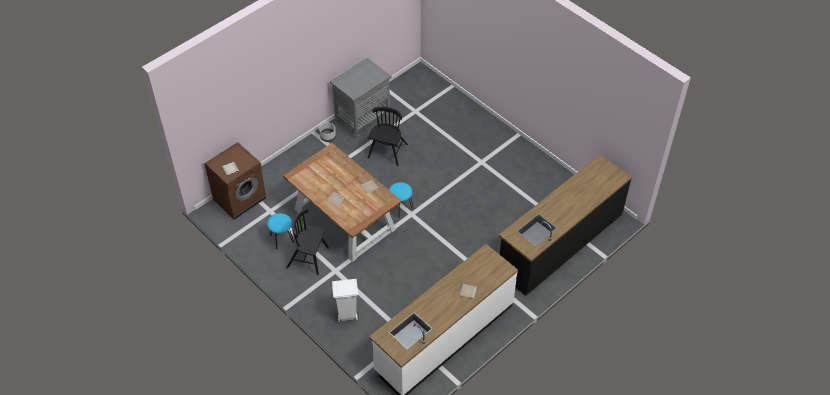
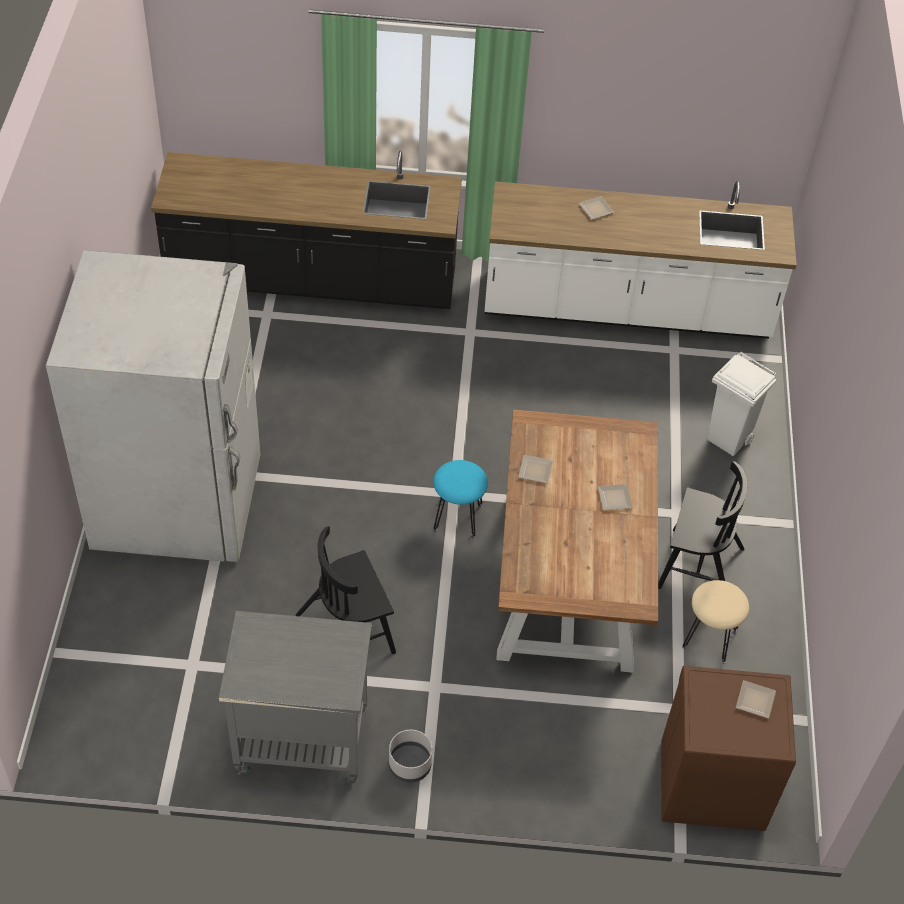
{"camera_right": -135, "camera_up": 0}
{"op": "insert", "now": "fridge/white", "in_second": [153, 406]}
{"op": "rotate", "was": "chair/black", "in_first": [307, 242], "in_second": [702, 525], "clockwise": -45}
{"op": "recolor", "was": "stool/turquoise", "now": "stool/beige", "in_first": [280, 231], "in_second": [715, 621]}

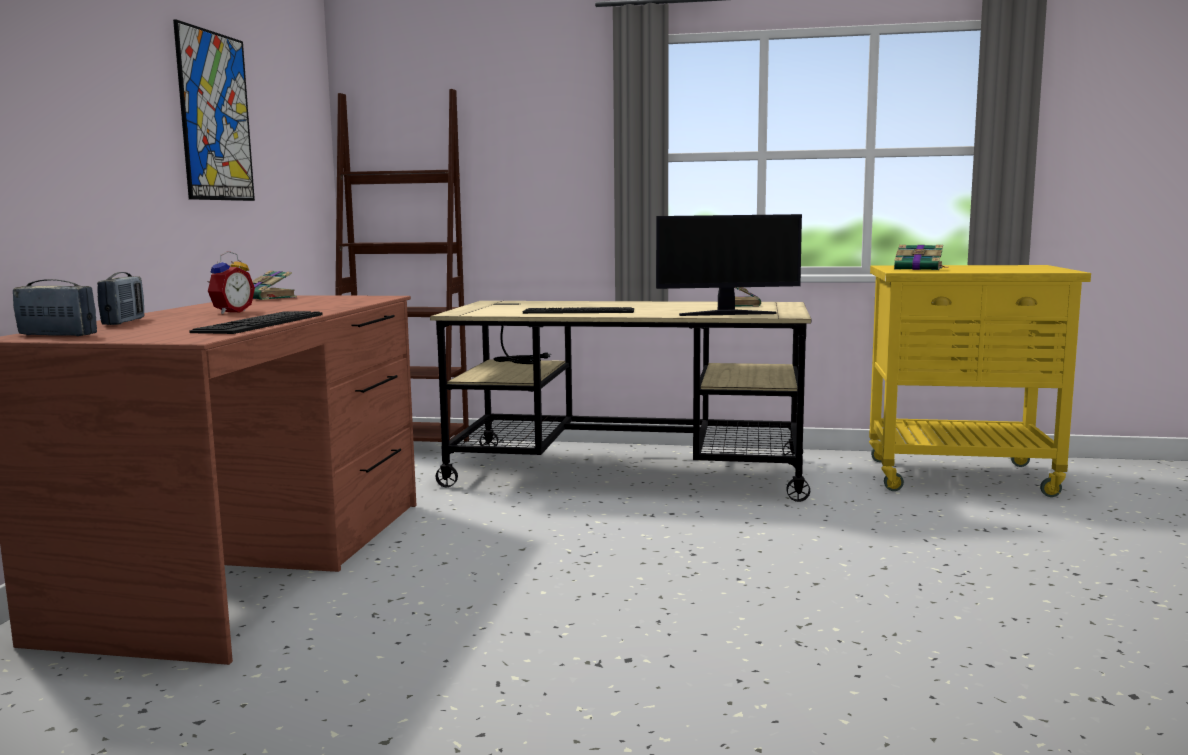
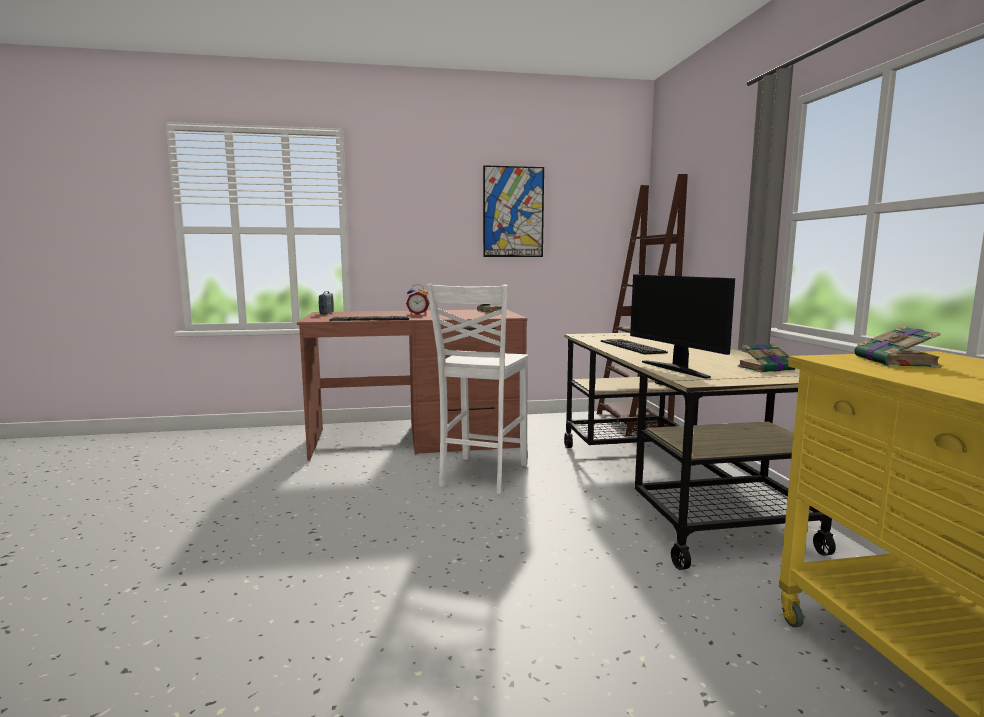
{"camera_right": 70, "camera_up": 0}
{"op": "insert", "now": "chair/white", "in_second": [478, 389]}
{"op": "delete", "was": "radio", "in_first": [120, 298]}

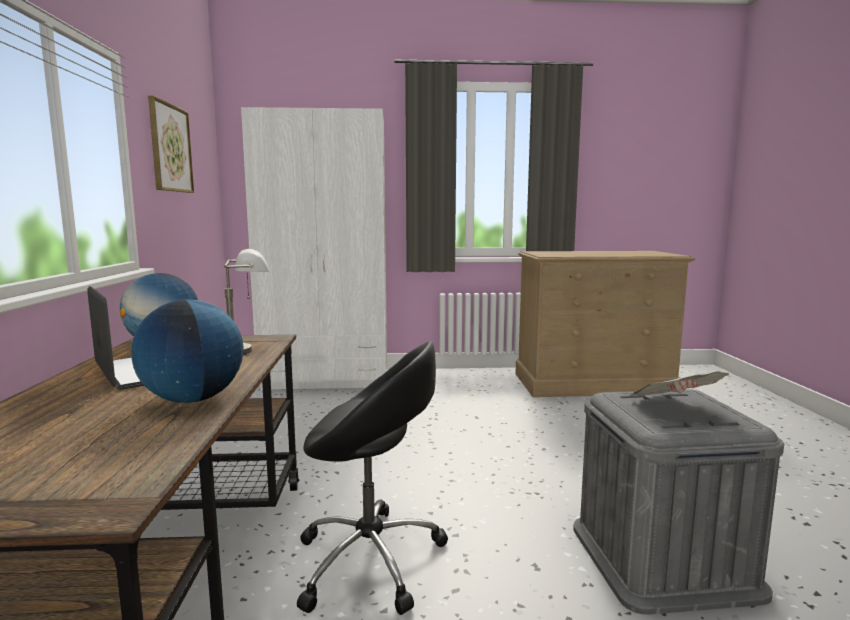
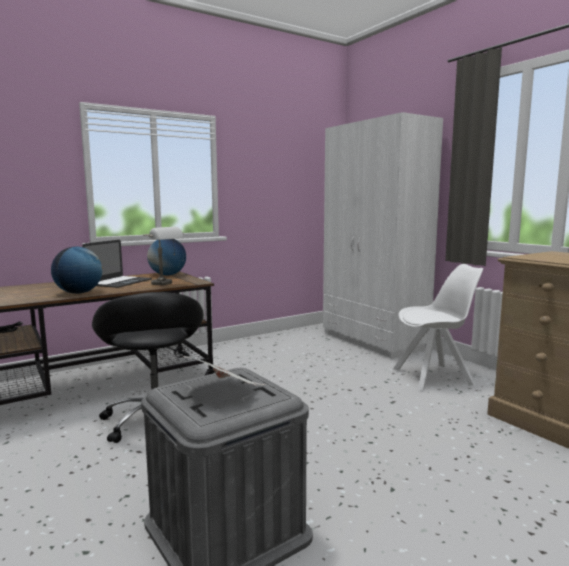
{"camera_right": 60, "camera_up": 0}
{"op": "insert", "now": "chair/white", "in_second": [438, 327]}
{"op": "delete", "was": "picture", "in_first": [171, 144]}

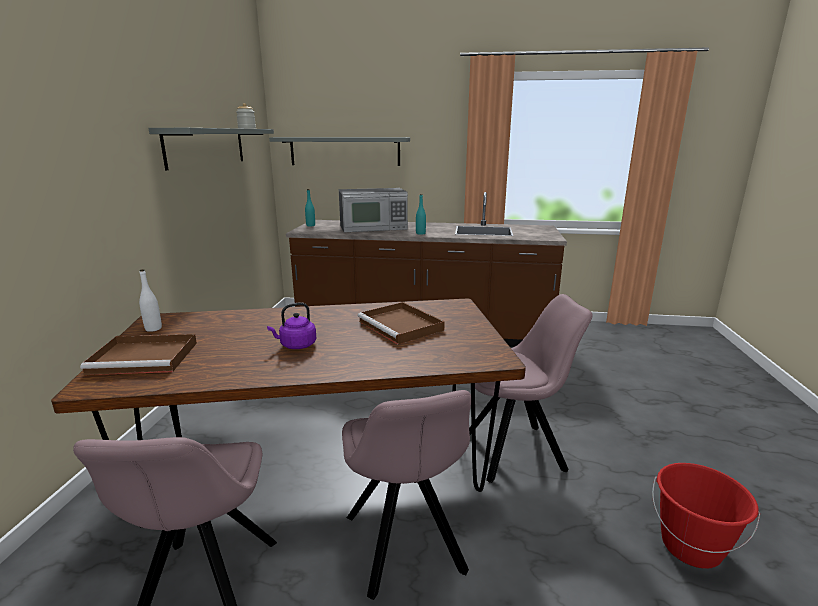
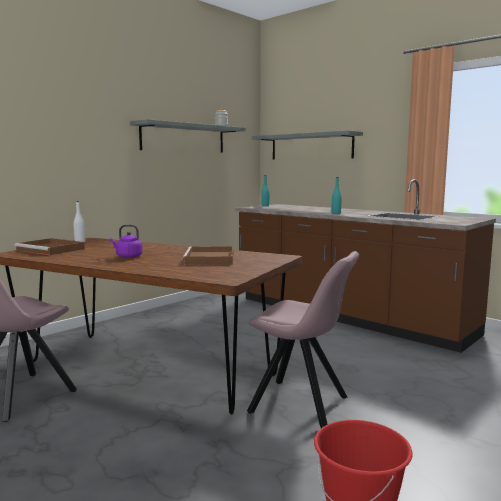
{"camera_right": 35, "camera_up": -10}
{"op": "delete", "was": "microwave", "in_first": [373, 210]}
{"op": "delete", "was": "chair/pink", "in_first": [406, 495]}

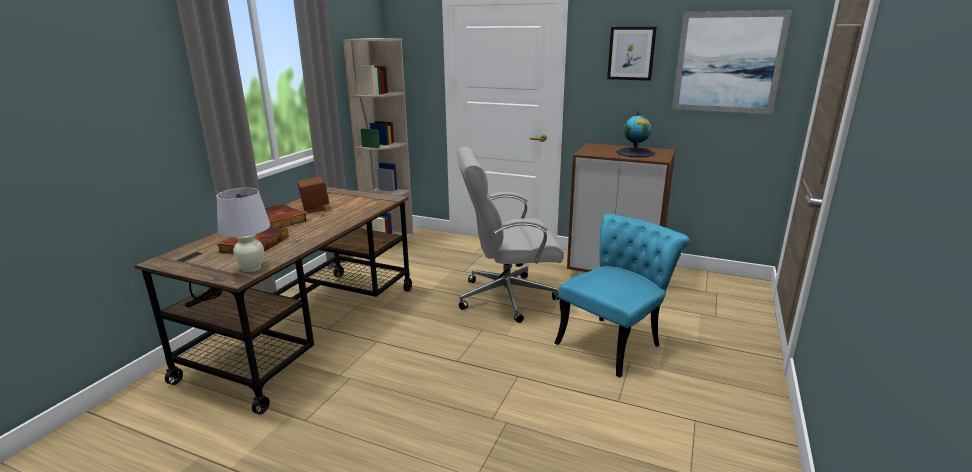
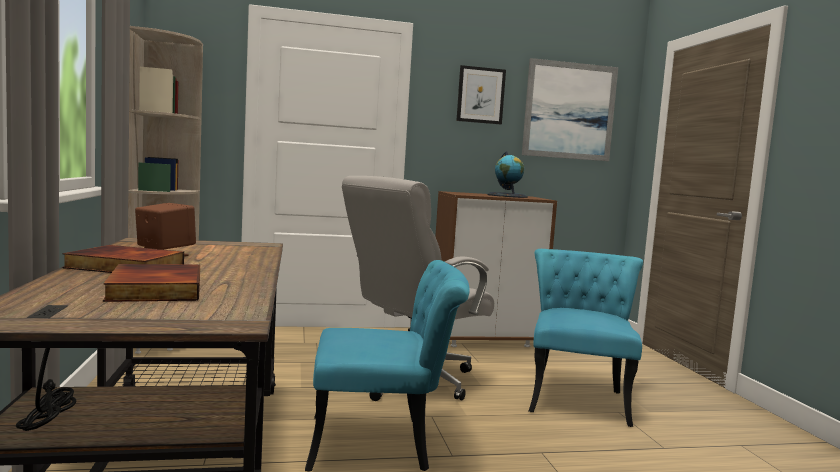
{"camera_right": -35, "camera_up": -15}
{"op": "insert", "now": "chair/turquoise", "in_second": [387, 365]}
{"op": "delete", "was": "table lamp/white", "in_first": [243, 230]}

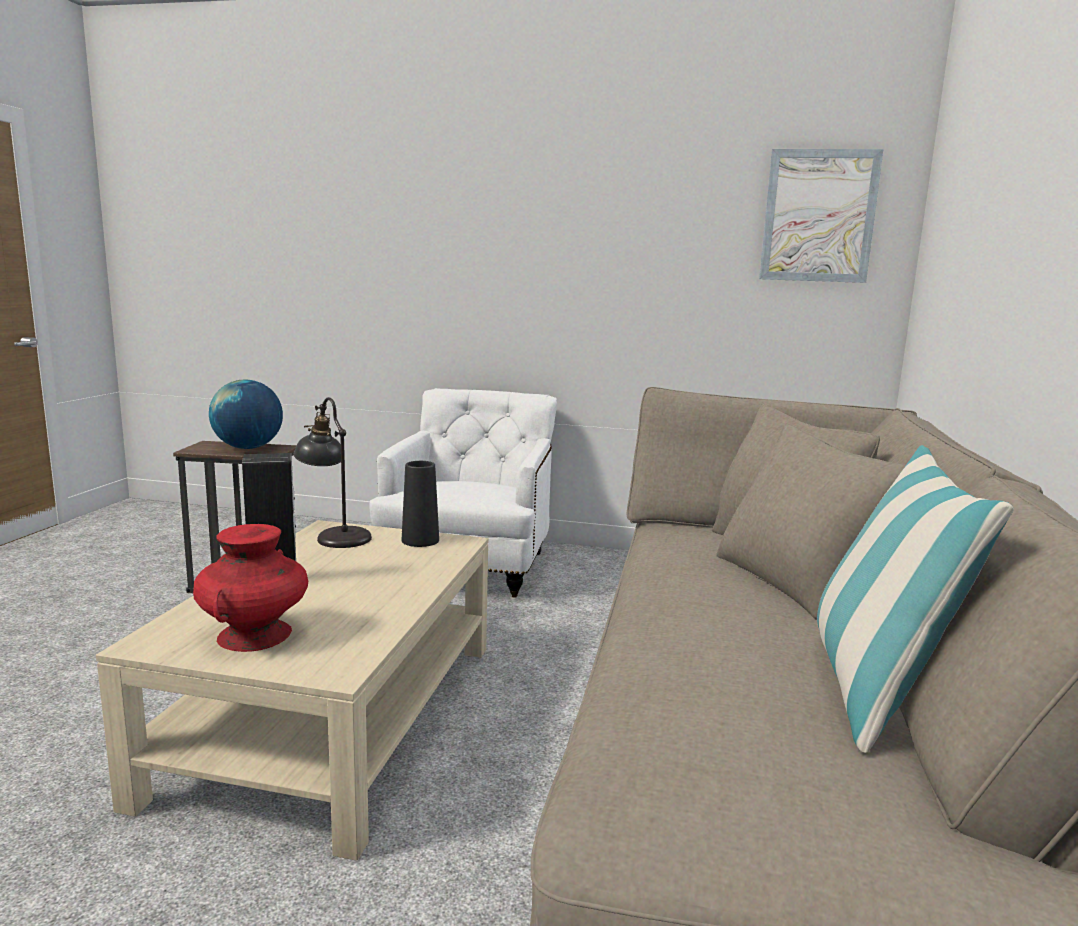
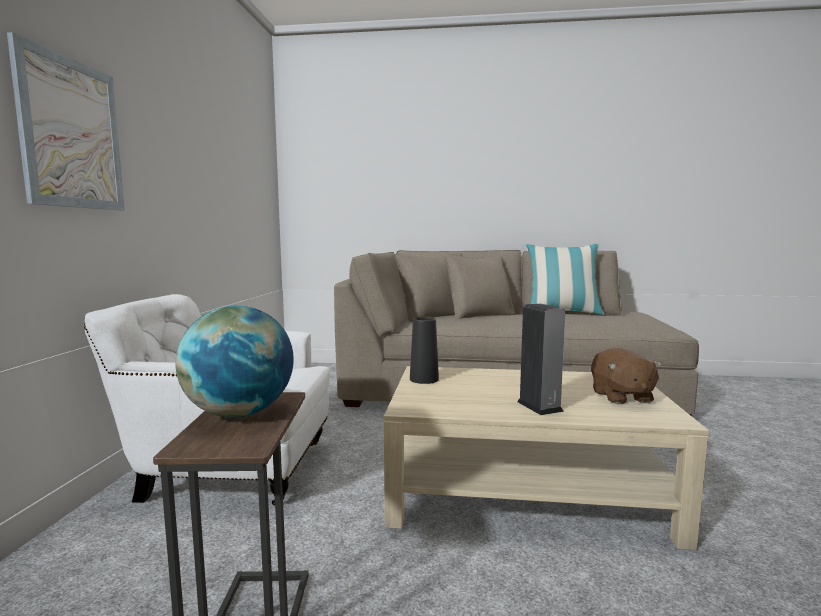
{"camera_right": -95, "camera_up": -5}
{"op": "move", "was": "picture", "in_first": [821, 216], "in_second": [66, 121]}
{"op": "replace", "was": "vase/red", "now": "plush toy/brown", "in_first": [250, 588], "in_second": [626, 376]}
{"op": "delete", "was": "table lamp/grey", "in_first": [333, 472]}

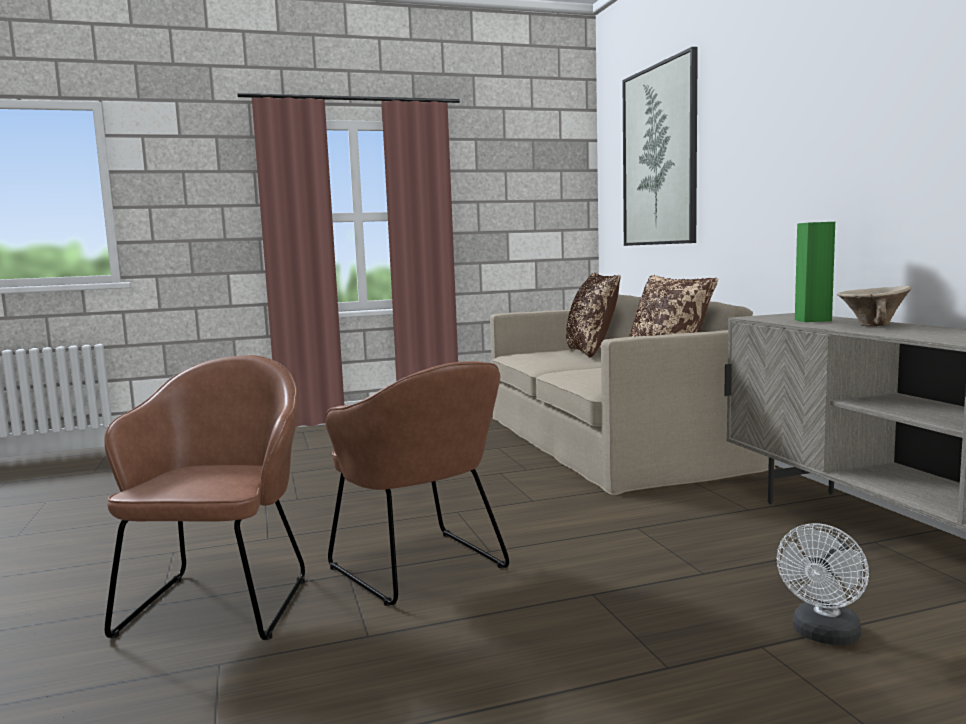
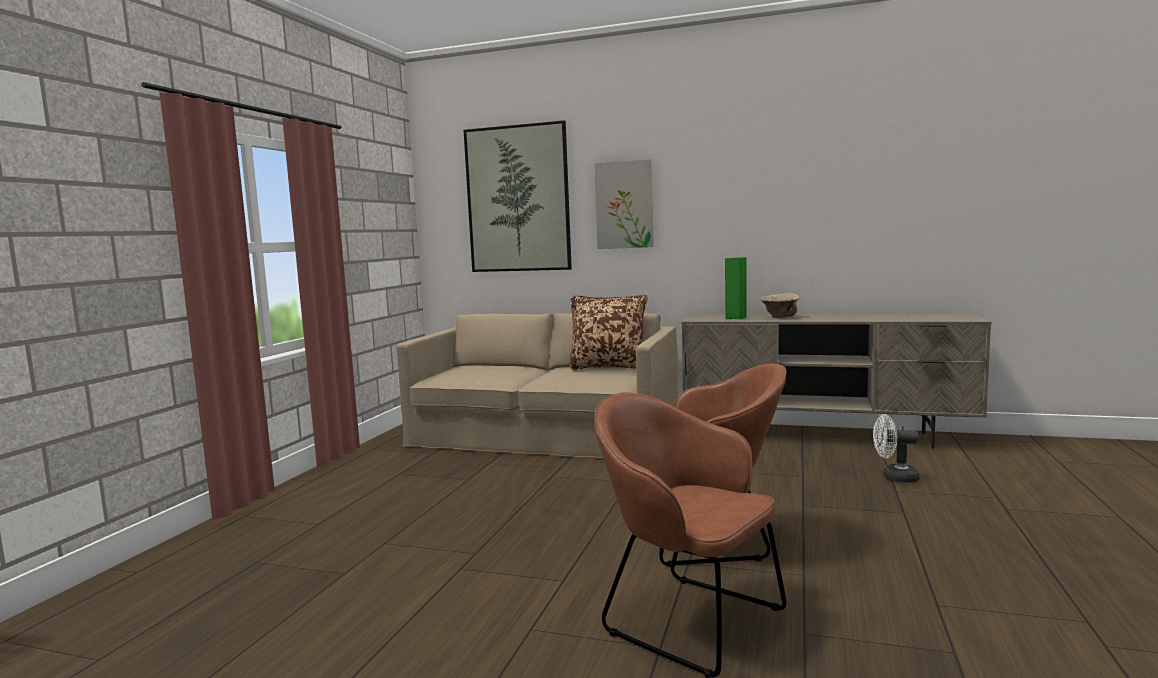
{"camera_right": -55, "camera_up": 0}
{"op": "insert", "now": "picture", "in_second": [624, 204]}
{"op": "rotate", "was": "fan/white", "in_first": [823, 584], "in_second": [896, 449], "clockwise": 120}
{"op": "delete", "was": "pillow/brown", "in_first": [593, 315]}

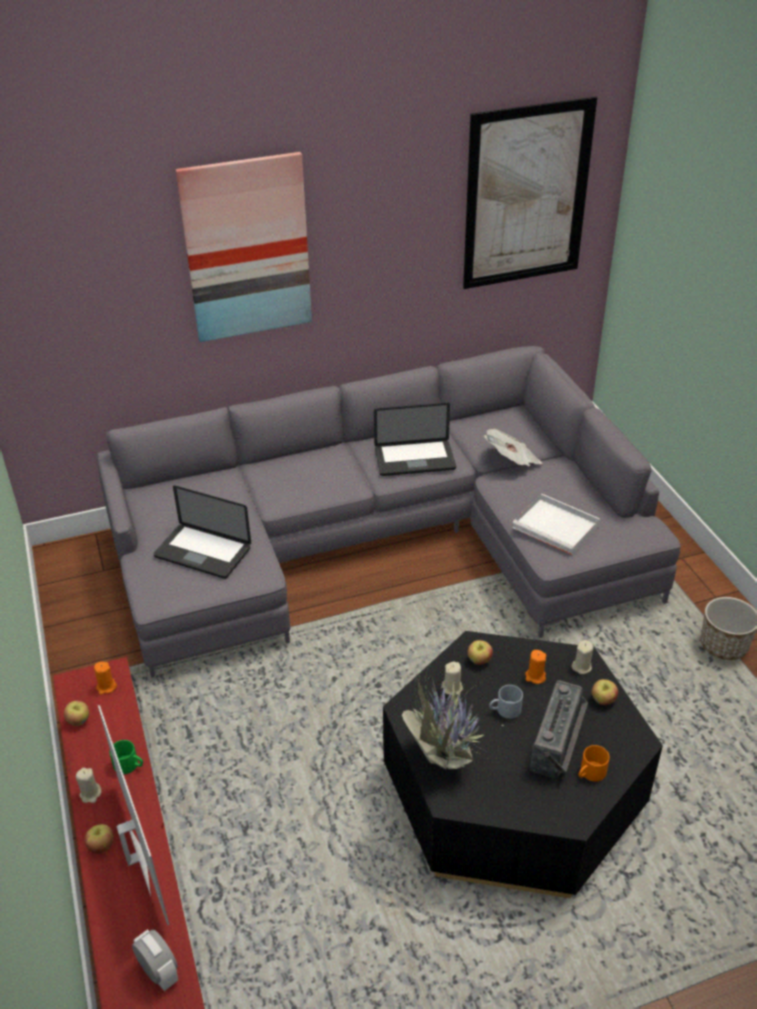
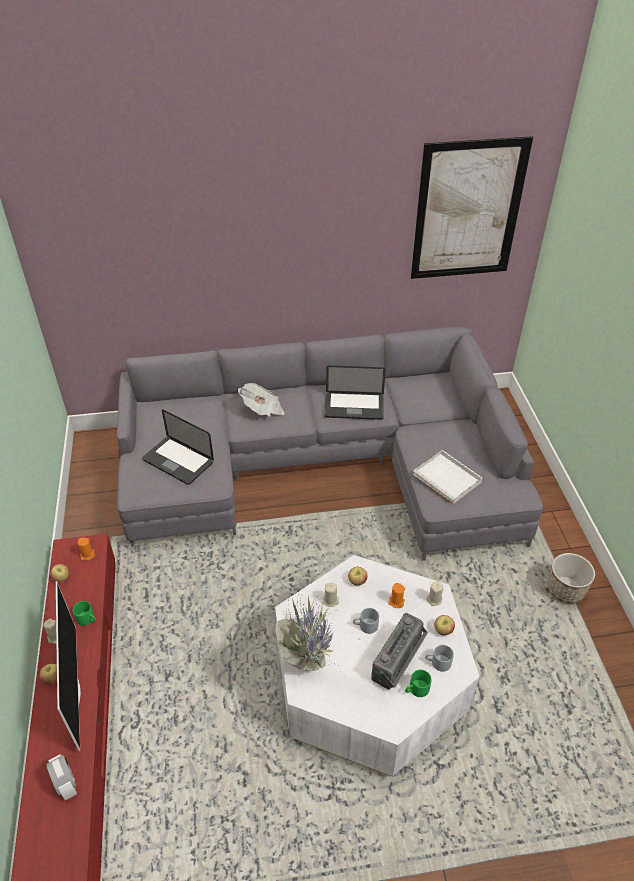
{"camera_right": 10, "camera_up": 5}
{"op": "move", "was": "newspaper", "in_first": [513, 447], "in_second": [261, 400]}
{"op": "recolor", "was": "coffee table/black", "now": "coffee table/white", "in_first": [523, 764], "in_second": [377, 665]}
{"op": "recolor", "was": "mug/orange", "now": "mug/green", "in_first": [594, 763], "in_second": [418, 683]}
{"op": "insert", "now": "mug/grey", "in_second": [439, 658]}
{"op": "delete", "was": "picture", "in_first": [244, 247]}

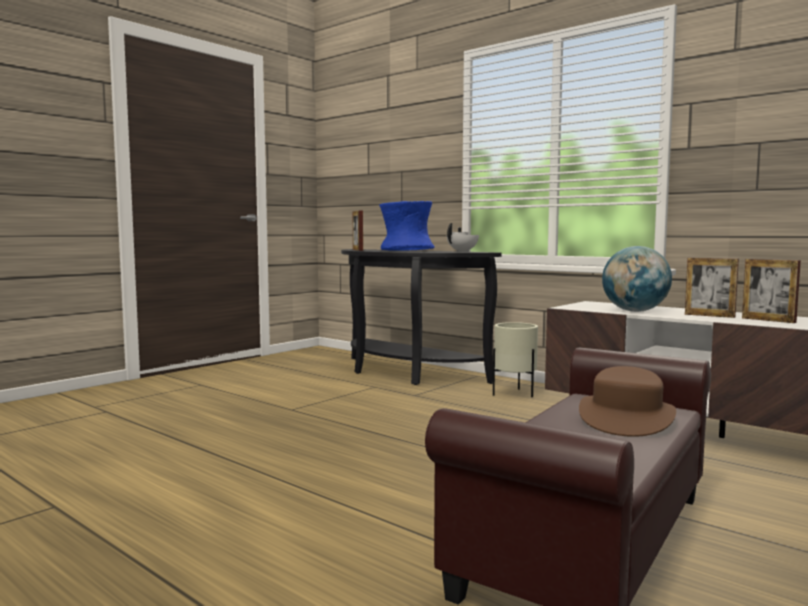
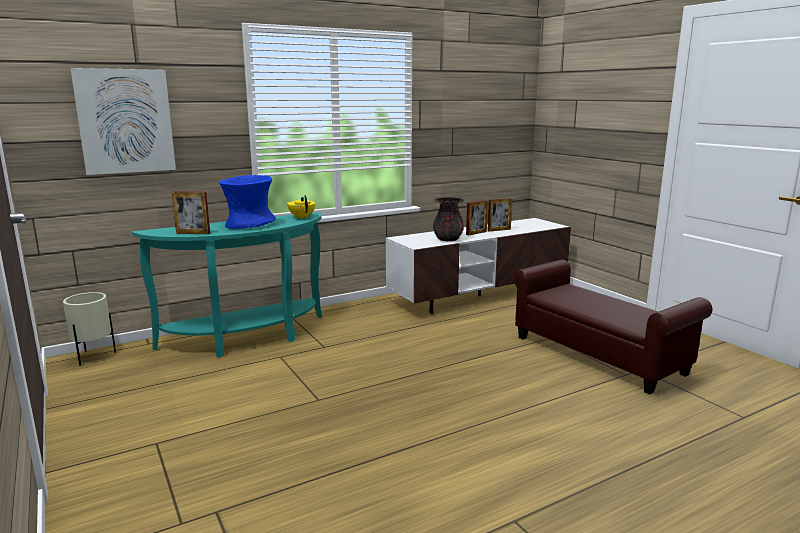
{"camera_right": -70, "camera_up": 10}
{"op": "move", "was": "planter/beige", "in_first": [515, 359], "in_second": [89, 329]}
{"op": "insert", "now": "picture", "in_second": [123, 121]}
{"op": "recolor", "was": "console table/black", "now": "console table/turquoise", "in_first": [421, 317], "in_second": [227, 284]}
{"op": "recolor", "was": "teapot/white", "now": "teapot/yellow", "in_first": [463, 237], "in_second": [301, 207]}
{"op": "replace", "was": "globe", "now": "vase/black", "in_first": [637, 279], "in_second": [448, 219]}
{"op": "delete", "was": "hat/brown", "in_first": [627, 401]}

